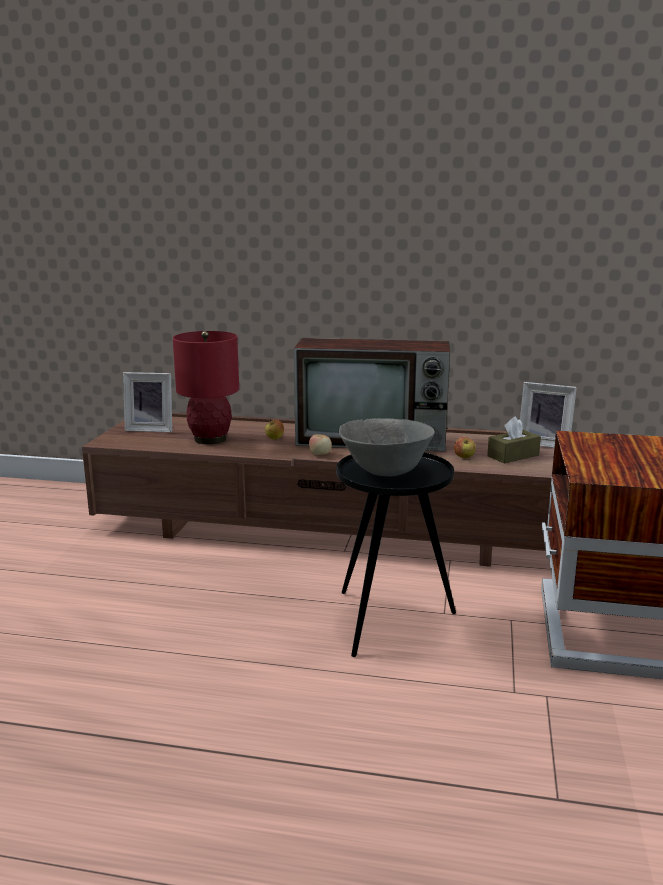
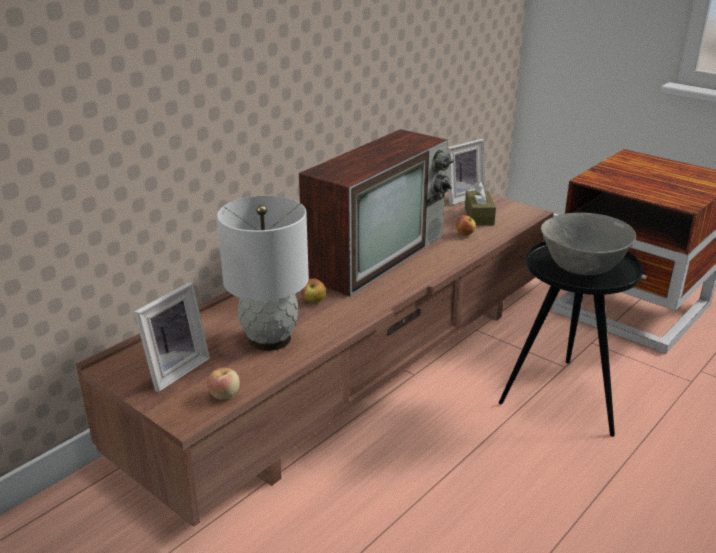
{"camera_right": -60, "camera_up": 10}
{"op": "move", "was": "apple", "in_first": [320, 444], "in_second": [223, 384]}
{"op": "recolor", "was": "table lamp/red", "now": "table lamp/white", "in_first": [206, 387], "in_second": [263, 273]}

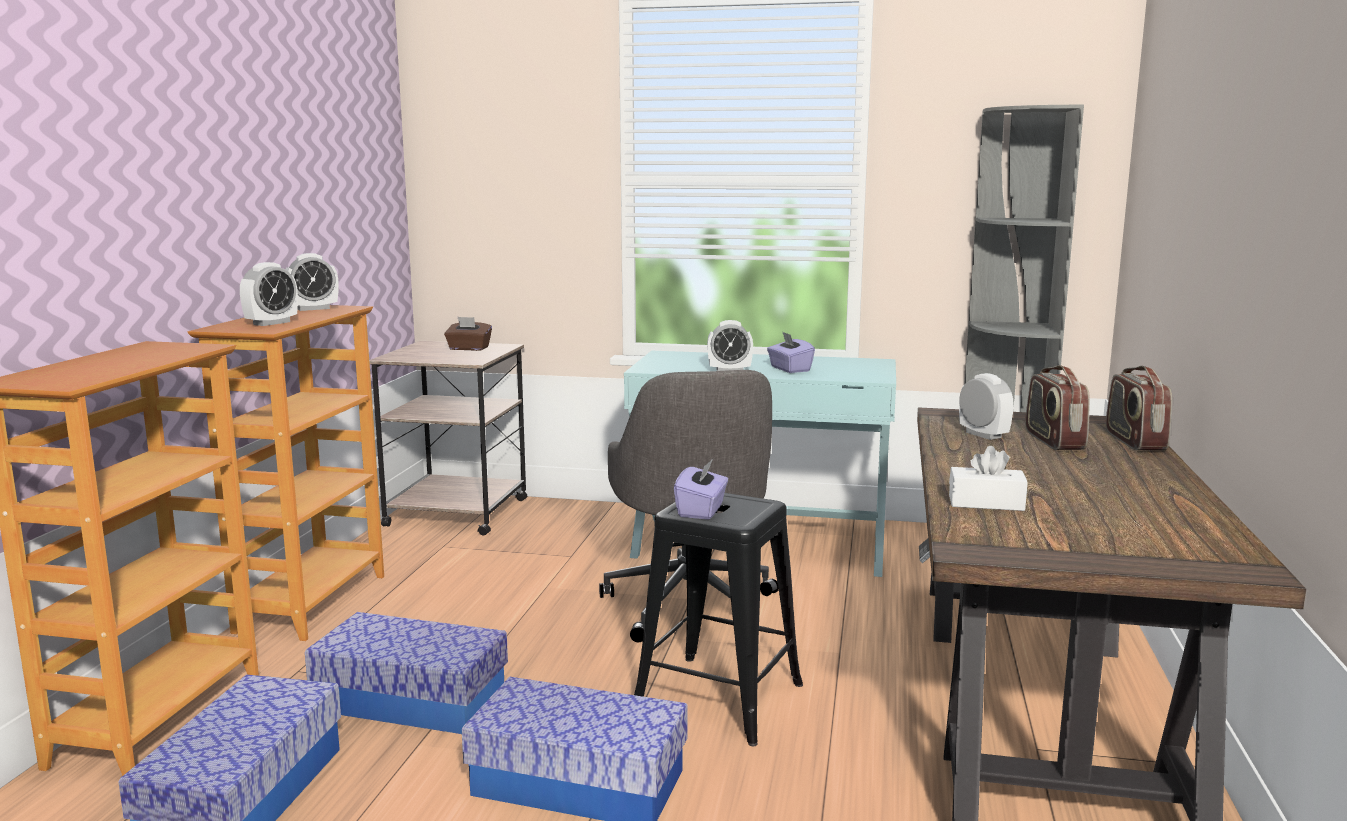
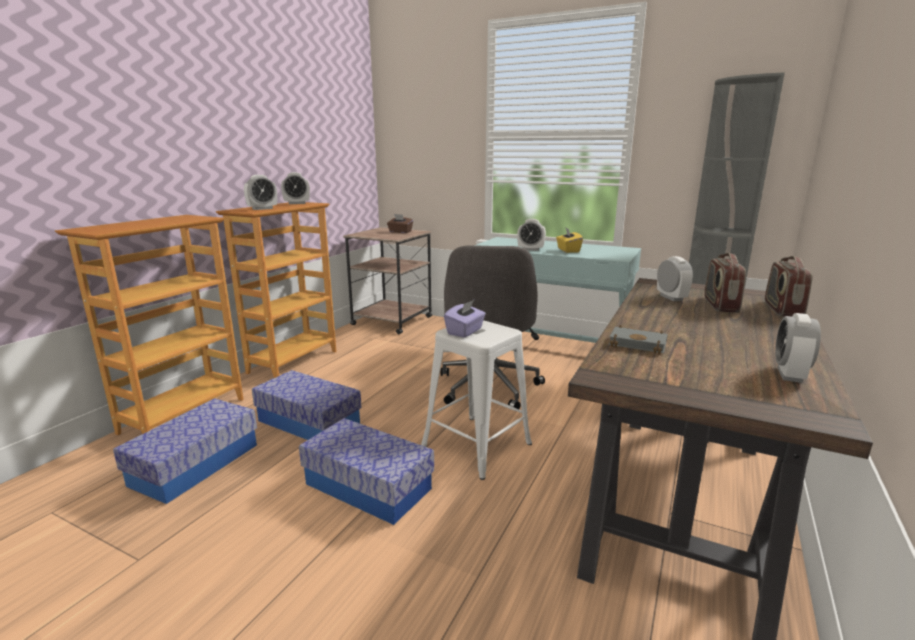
{"camera_right": 15, "camera_up": 5}
{"op": "recolor", "was": "stool/black", "now": "stool/white", "in_first": [718, 619], "in_second": [476, 400]}
{"op": "recolor", "was": "tissue box/purple", "now": "tissue box/yellow", "in_first": [791, 352], "in_second": [569, 240]}
{"op": "replace", "was": "tissue box/white", "now": "book/grey", "in_first": [988, 478], "in_second": [638, 339]}
{"op": "insert", "now": "alarm clock", "in_second": [798, 348]}

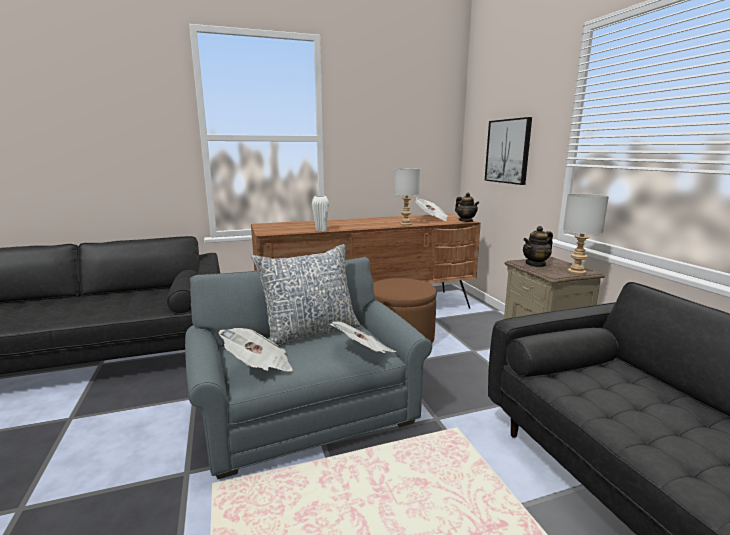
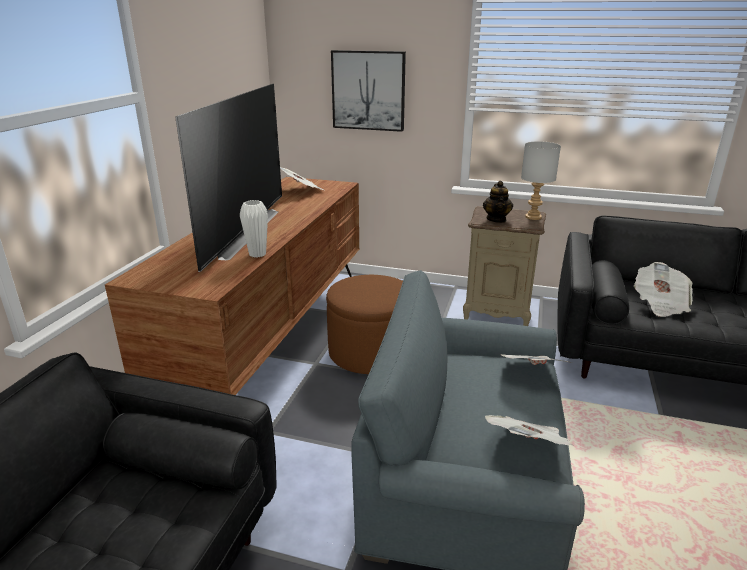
{"camera_right": -55, "camera_up": 10}
{"op": "insert", "now": "television", "in_second": [228, 178]}
{"op": "insert", "now": "newspaper", "in_second": [663, 289]}
{"op": "delete", "was": "pillow", "in_first": [305, 295]}
{"op": "delete", "was": "table lamp/grey", "in_first": [407, 197]}
{"op": "delete", "was": "teapot", "in_first": [467, 207]}

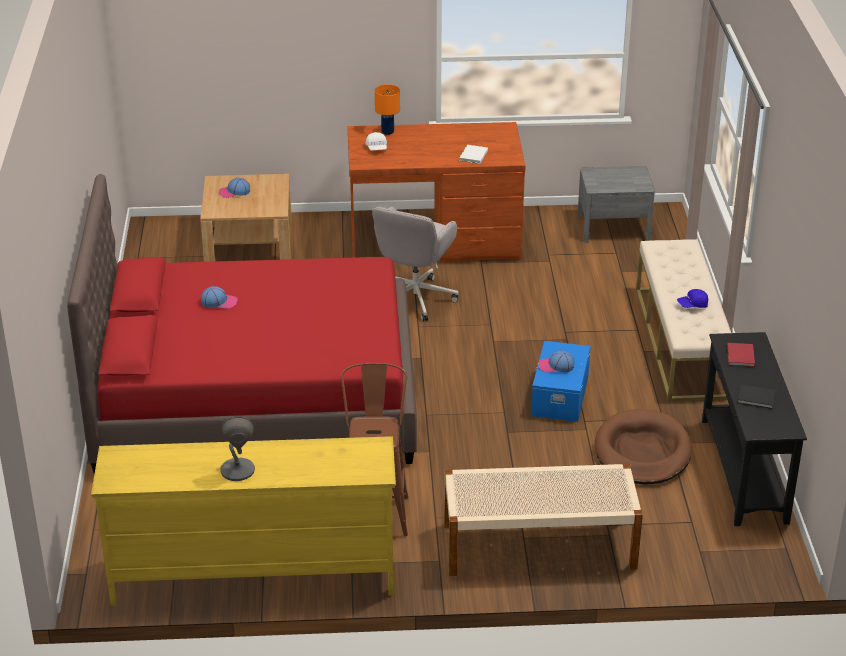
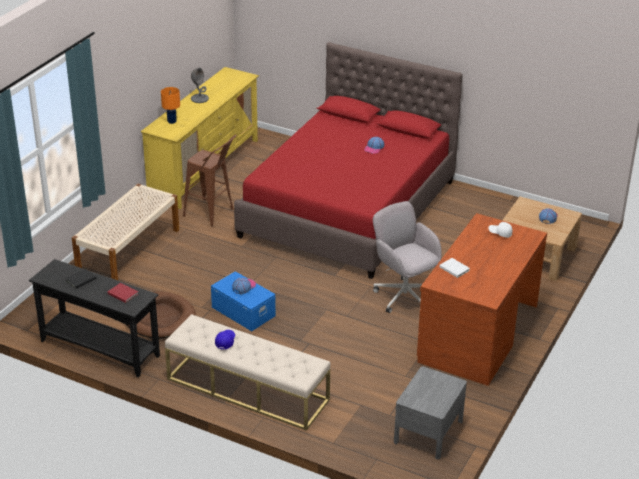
{"camera_right": 120, "camera_up": 0}
{"op": "move", "was": "table lamp/orange", "in_first": [387, 109], "in_second": [170, 105]}

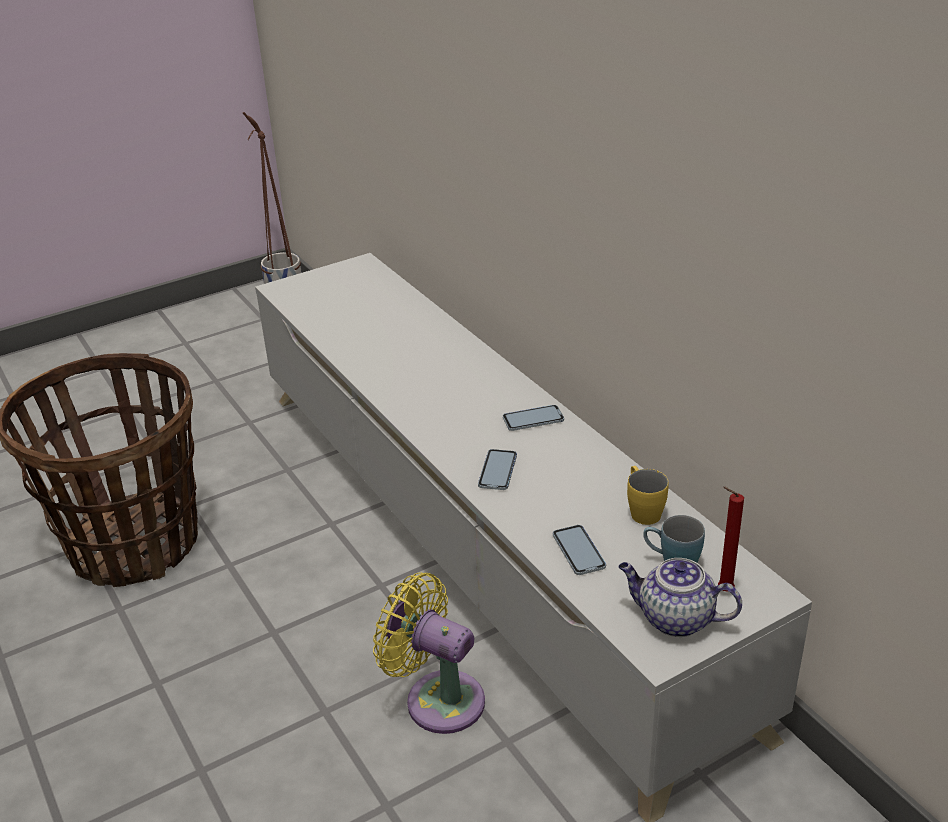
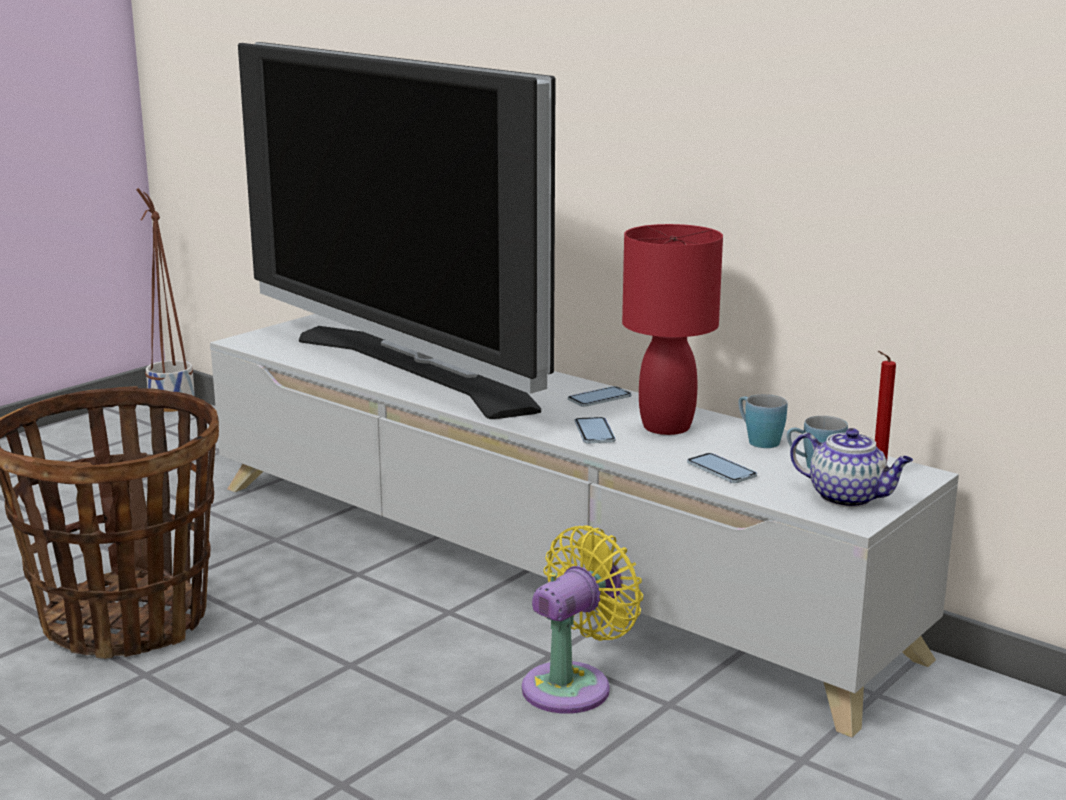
{"camera_right": -20, "camera_up": -15}
{"op": "insert", "now": "television", "in_second": [397, 230]}
{"op": "rotate", "was": "fan/yellow", "in_first": [429, 653], "in_second": [582, 619], "clockwise": 120}
{"op": "insert", "now": "table lamp/red", "in_second": [672, 329]}
{"op": "recolor", "was": "mug/yellow", "now": "mug/blue", "in_first": [648, 495], "in_second": [762, 421]}
{"op": "rotate", "was": "teapot", "in_first": [680, 597], "in_second": [851, 468], "clockwise": -150}

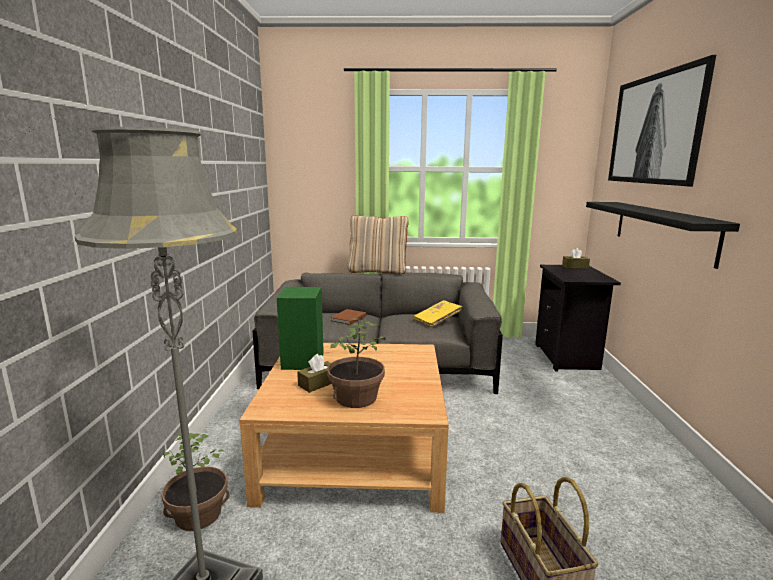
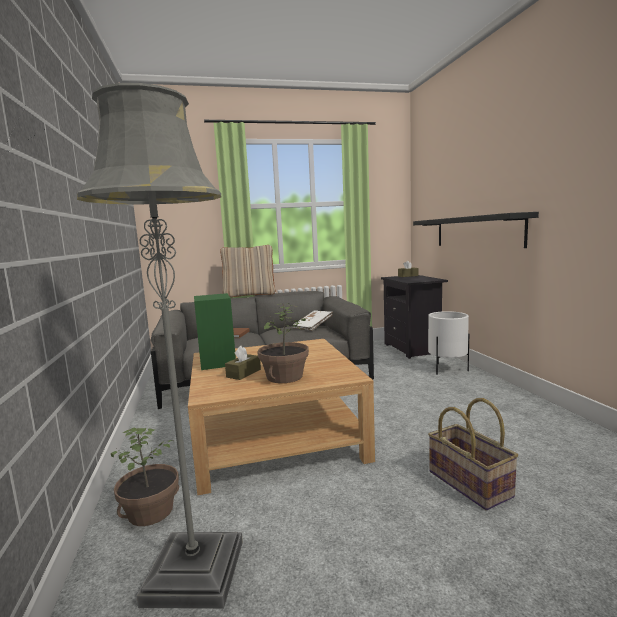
{"camera_right": -15, "camera_up": -5}
{"op": "recolor", "was": "book/yellow", "now": "book/white", "in_first": [438, 313], "in_second": [313, 320]}
{"op": "insert", "now": "planter/white", "in_second": [448, 343]}
{"op": "delete", "was": "picture", "in_first": [662, 120]}

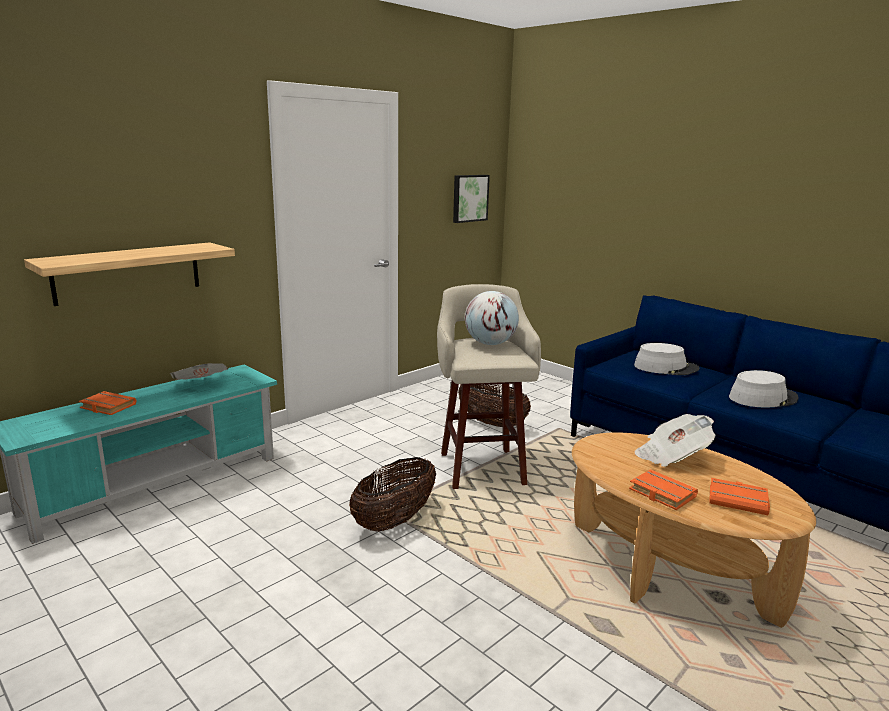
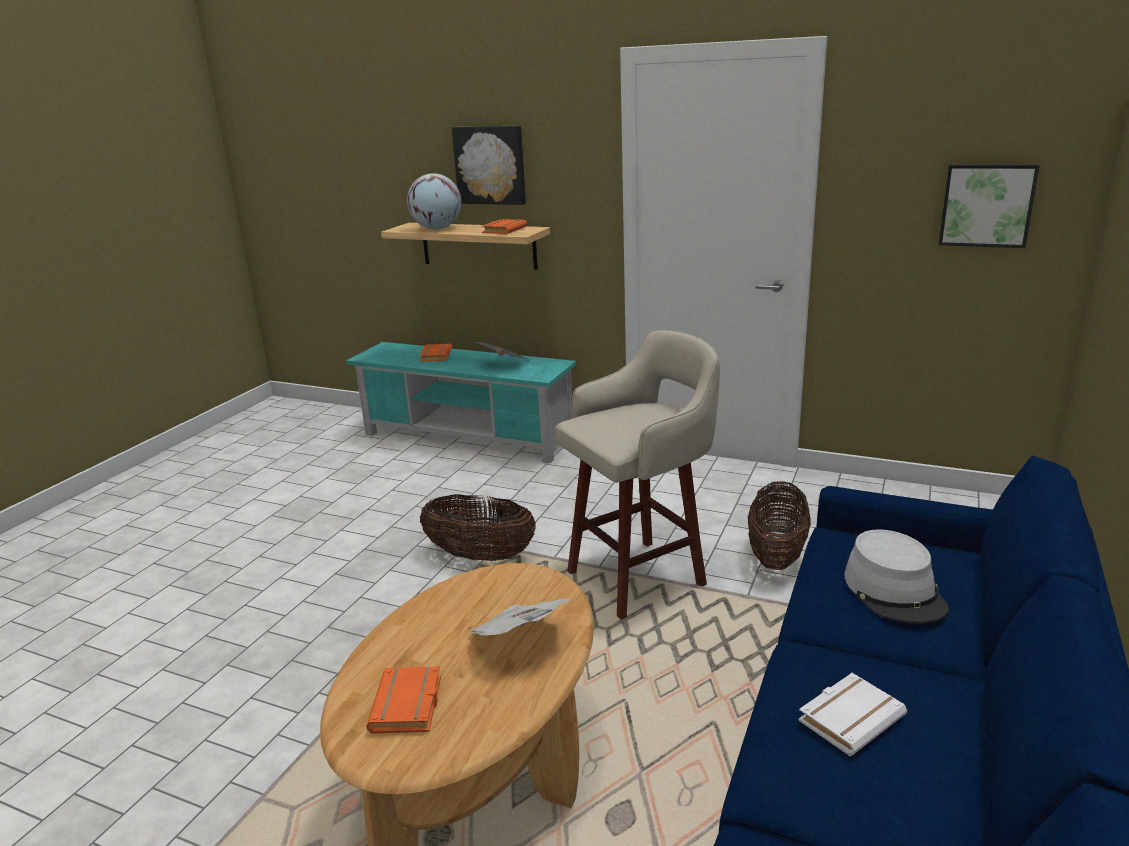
{"camera_right": 70, "camera_up": 5}
{"op": "move", "was": "globe", "in_first": [492, 318], "in_second": [434, 201]}
{"op": "insert", "now": "picture", "in_second": [489, 165]}
{"op": "move", "was": "book/orange", "in_first": [663, 489], "in_second": [504, 226]}
{"op": "replace", "was": "hat/grey", "now": "book/white", "in_first": [763, 388], "in_second": [852, 715]}

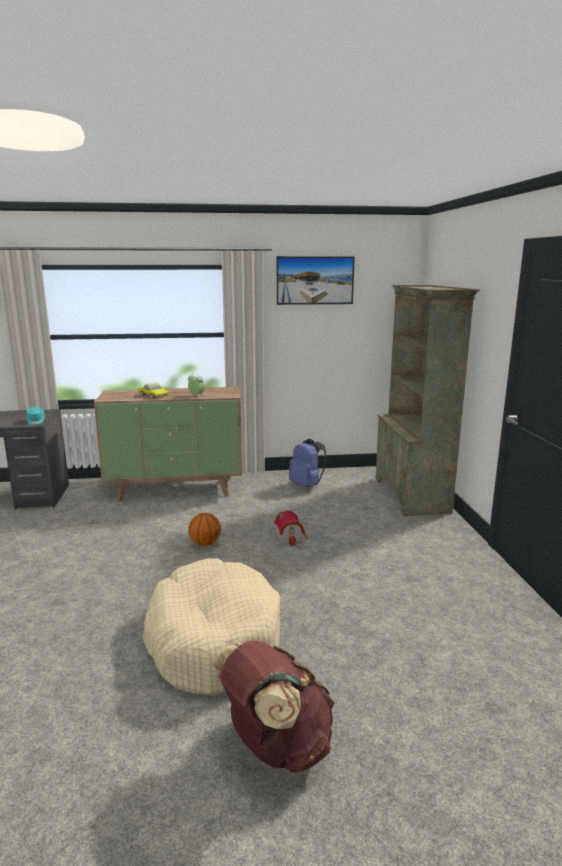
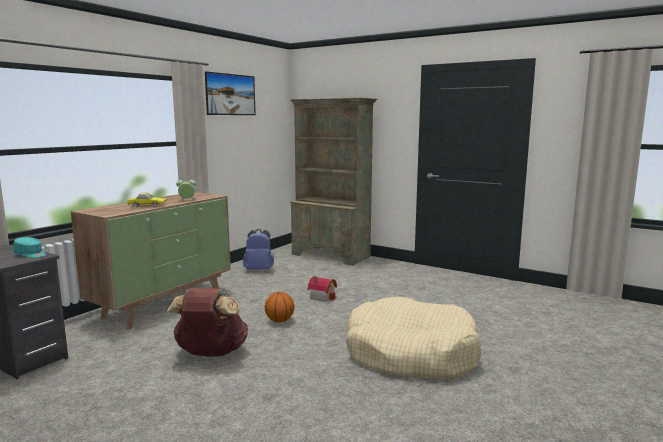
{"camera_right": -50, "camera_up": -5}
{"op": "move", "was": "backpack/brown", "in_first": [273, 706], "in_second": [207, 322]}

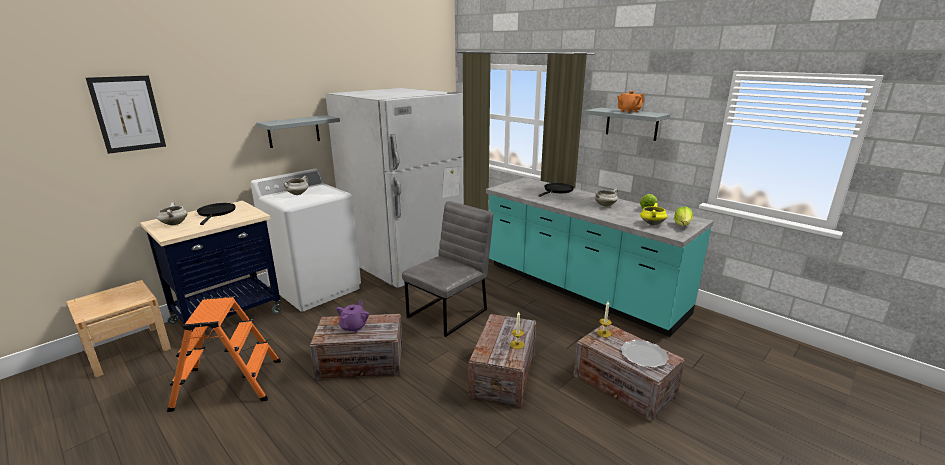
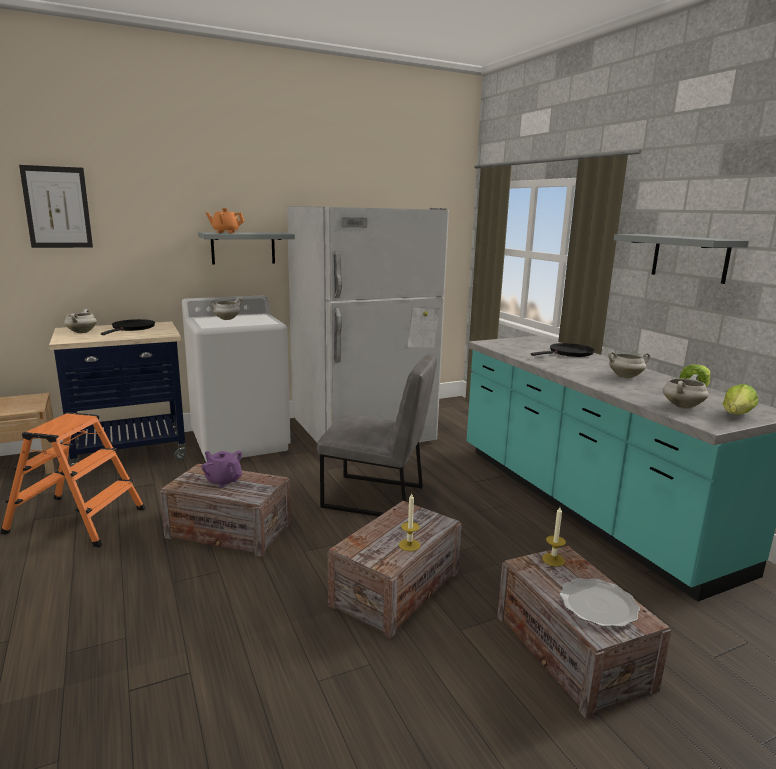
{"camera_right": 20, "camera_up": -5}
{"op": "rotate", "was": "teapot/purple", "in_first": [352, 317], "in_second": [221, 469], "clockwise": -90}
{"op": "move", "was": "teapot/orange", "in_first": [630, 102], "in_second": [225, 220]}
{"op": "rotate", "was": "chair/grey", "in_first": [447, 269], "in_second": [377, 435], "clockwise": 45}
{"op": "recolor", "was": "cooking pot/yellow", "now": "cooking pot/white", "in_first": [653, 214], "in_second": [686, 391]}

